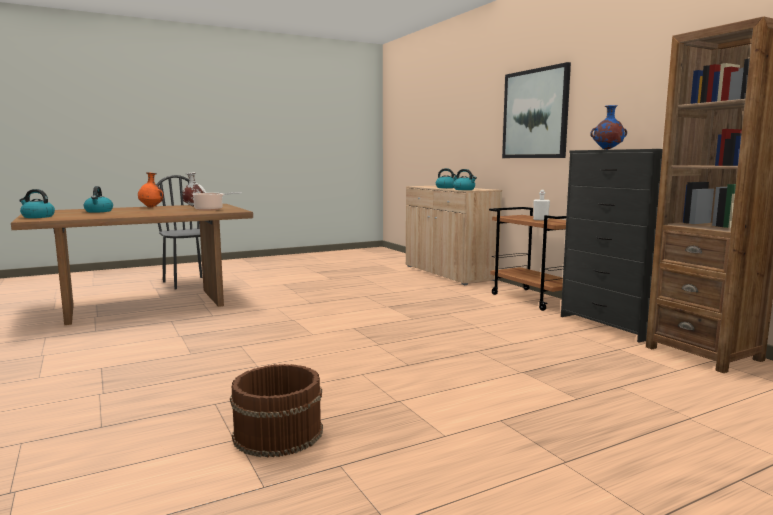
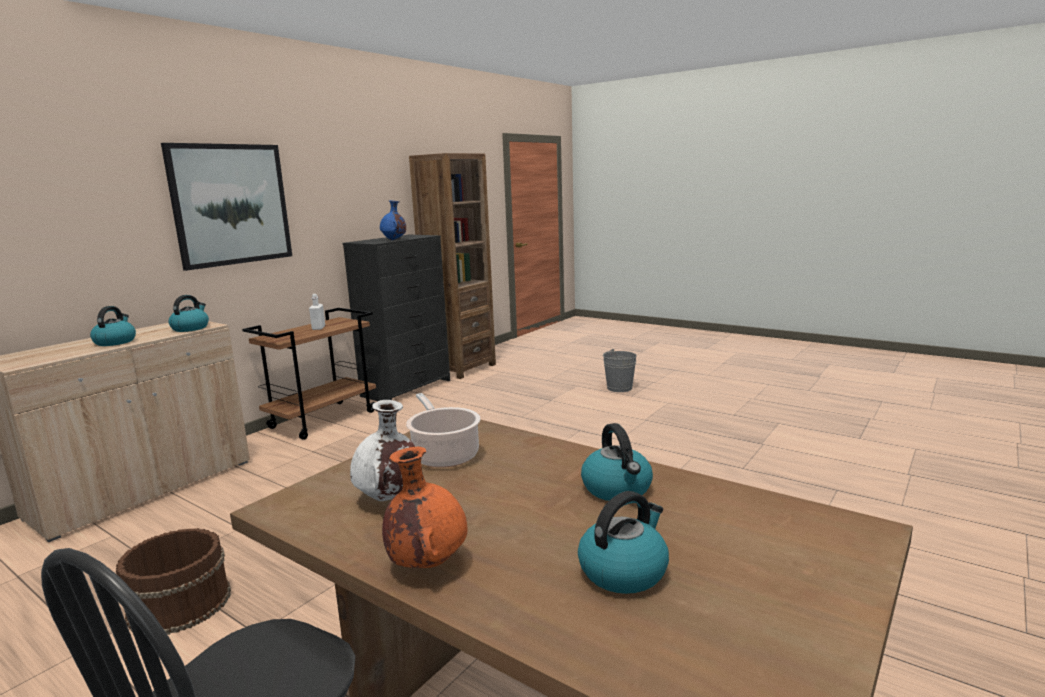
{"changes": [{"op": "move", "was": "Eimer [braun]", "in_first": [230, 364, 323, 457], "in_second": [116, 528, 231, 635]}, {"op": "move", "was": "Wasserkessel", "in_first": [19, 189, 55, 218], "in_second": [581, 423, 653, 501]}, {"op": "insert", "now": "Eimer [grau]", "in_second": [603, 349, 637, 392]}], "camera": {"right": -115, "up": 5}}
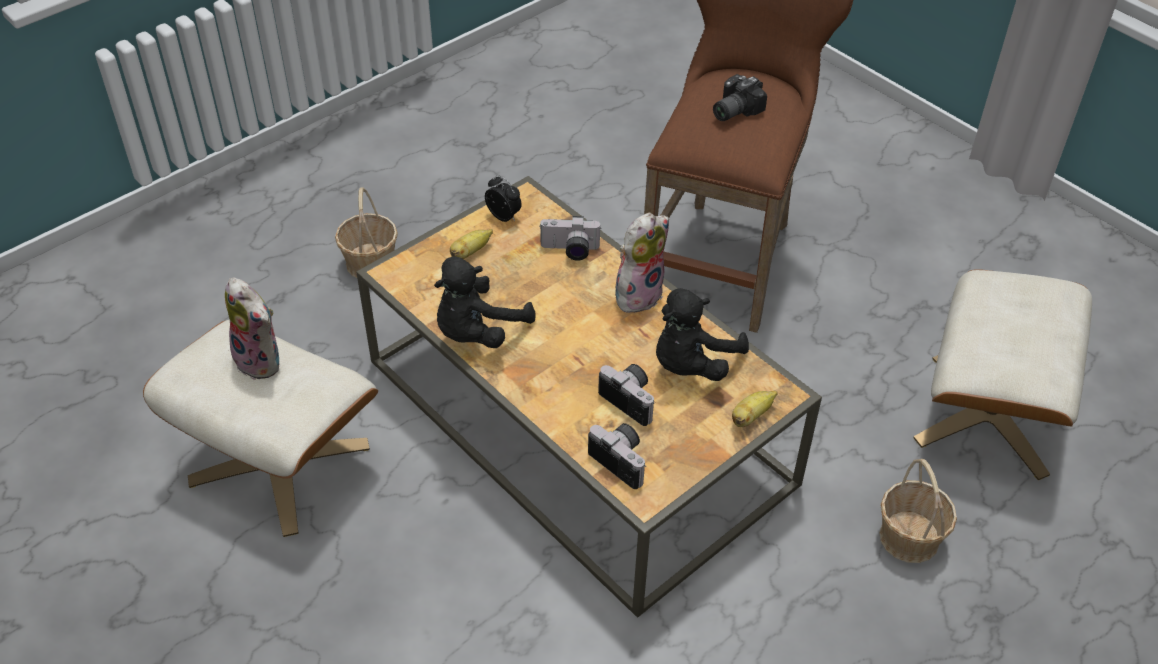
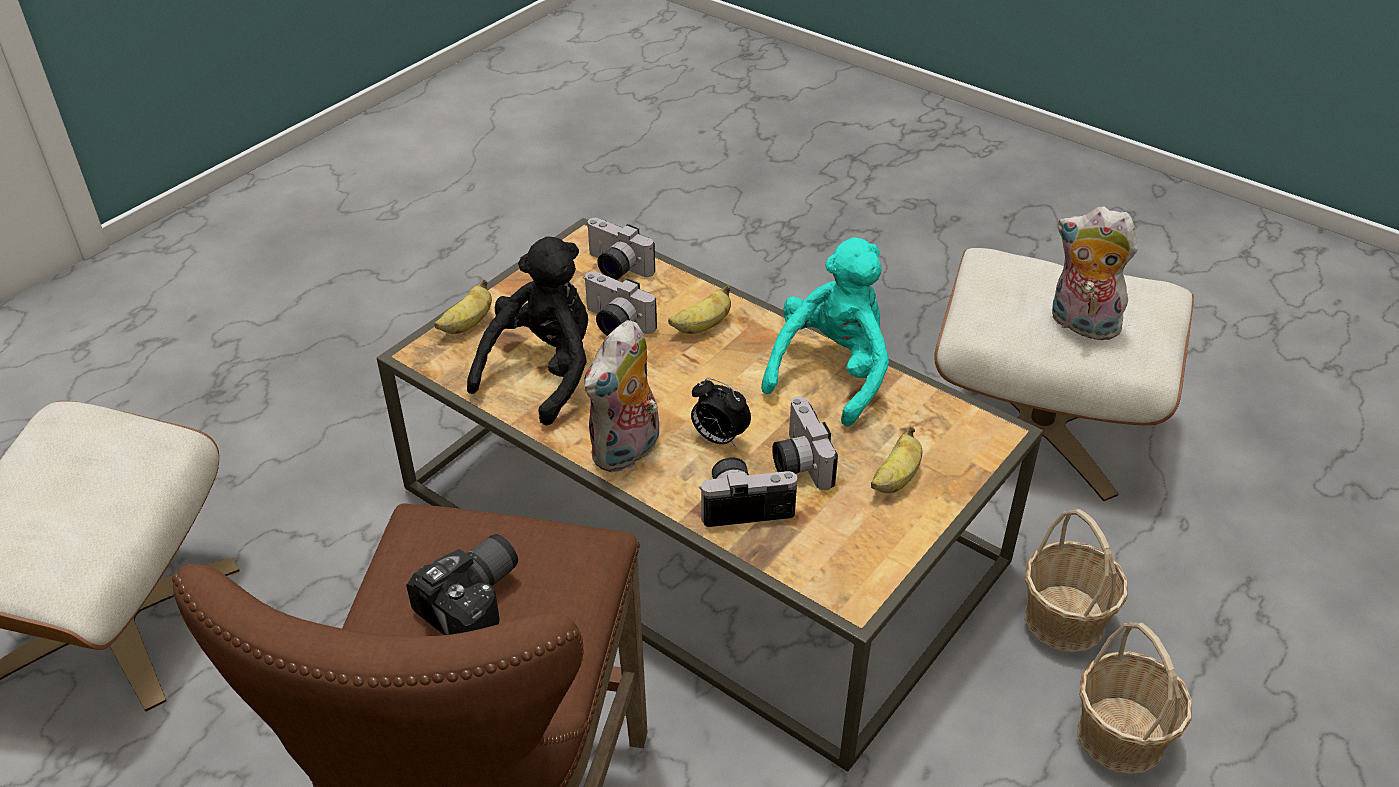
{"changes": [{"op": "insert", "now": "Banane", "in_second": [668, 285, 731, 334]}, {"op": "move", "was": "Wecker", "in_first": [485, 175, 522, 222], "in_second": [691, 378, 751, 447]}, {"op": "recolor", "was": "Plüschtier [schwarz]", "now": "Plüschtier [türkis]", "in_first": [434, 256, 536, 348], "in_second": [761, 237, 889, 427]}, {"op": "insert", "now": "Kamera", "in_second": [772, 396, 838, 490]}, {"op": "move", "was": "Korb", "in_first": [879, 459, 957, 563], "in_second": [1024, 509, 1128, 653]}], "camera": {"right": 170, "up": -5}}
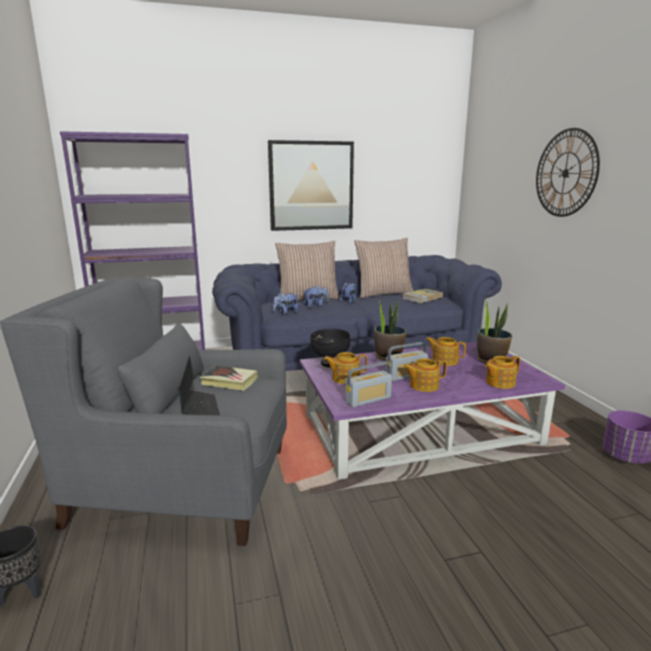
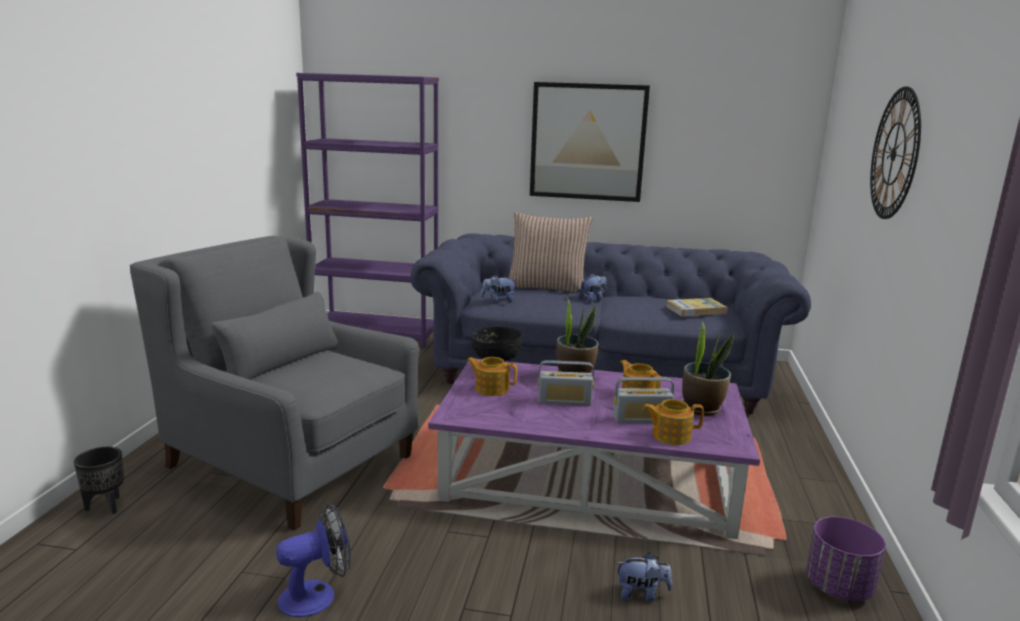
{"changes": [{"op": "insert", "now": "Ventilator", "in_second": [276, 504, 351, 617]}, {"op": "move", "was": "Radio", "in_first": [345, 362, 392, 407], "in_second": [613, 377, 674, 423]}, {"op": "move", "was": "Plüschtier", "in_first": [304, 286, 329, 308], "in_second": [616, 553, 672, 601]}, {"op": "delete", "was": "Laptop", "in_first": [179, 356, 220, 415]}, {"op": "delete", "was": "Buch", "in_first": [200, 365, 258, 391]}, {"op": "delete", "was": "Kissen", "in_first": [354, 238, 413, 298]}, {"op": "delete", "was": "Teekanne", "in_first": [403, 358, 447, 392]}], "camera": {"right": 25, "up": 0}}
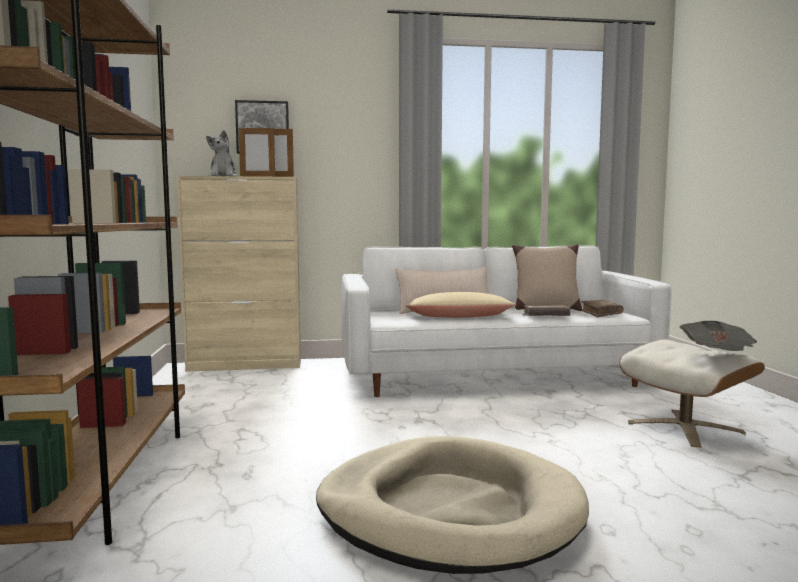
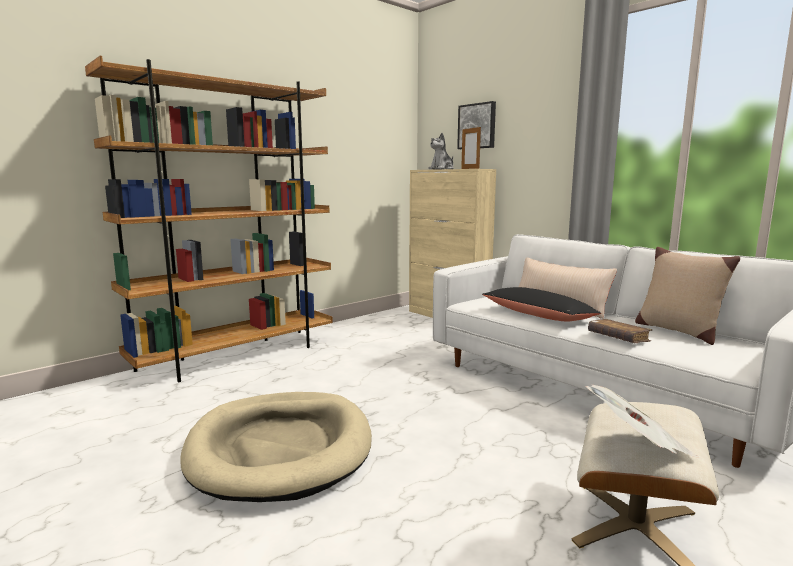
{"changes": [{"op": "recolor", "was": "Kissen [beige]", "now": "Kissen [schwarz]", "in_first": [405, 292, 516, 318], "in_second": [482, 287, 601, 322]}, {"op": "delete", "was": "Bilderrahmen", "in_first": [239, 126, 275, 177]}, {"op": "delete", "was": "Buch [braun]", "in_first": [581, 300, 623, 317]}], "camera": {"right": 55, "up": 5}}
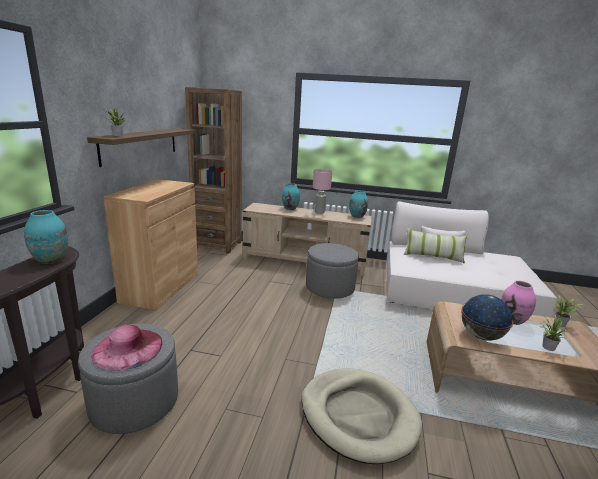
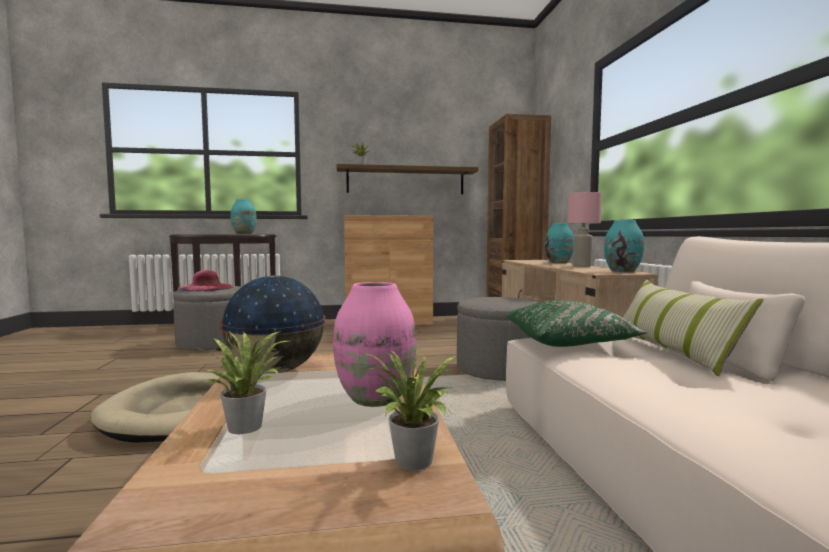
{"changes": [{"op": "insert", "now": "Kissen [grün]", "in_second": [506, 300, 647, 347]}], "camera": {"right": 70, "up": -15}}
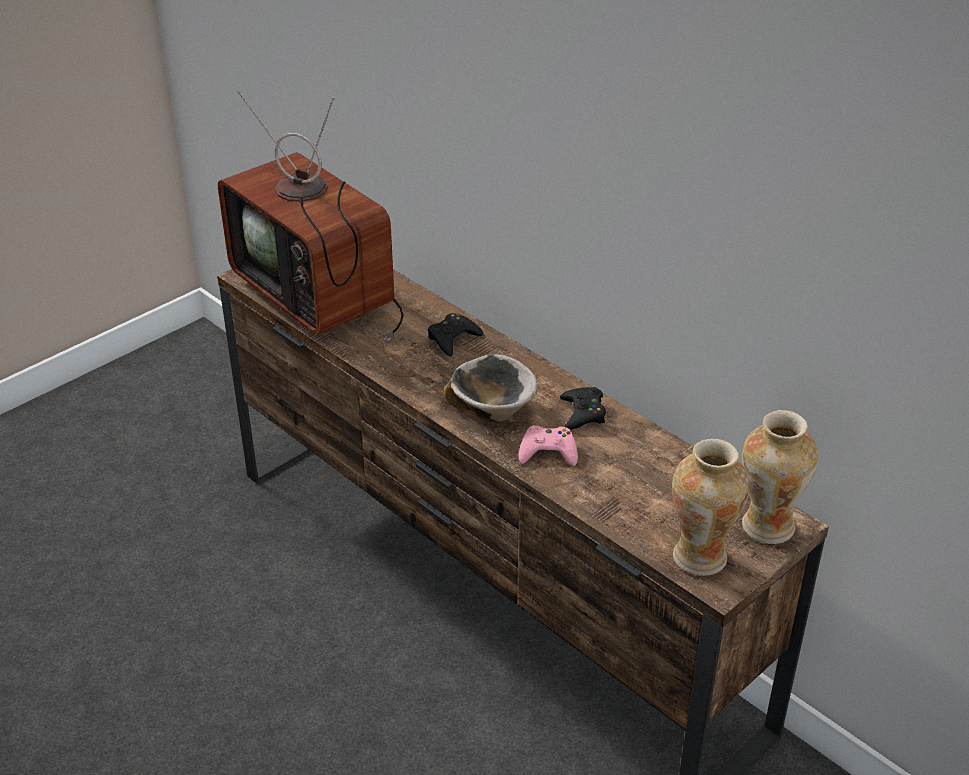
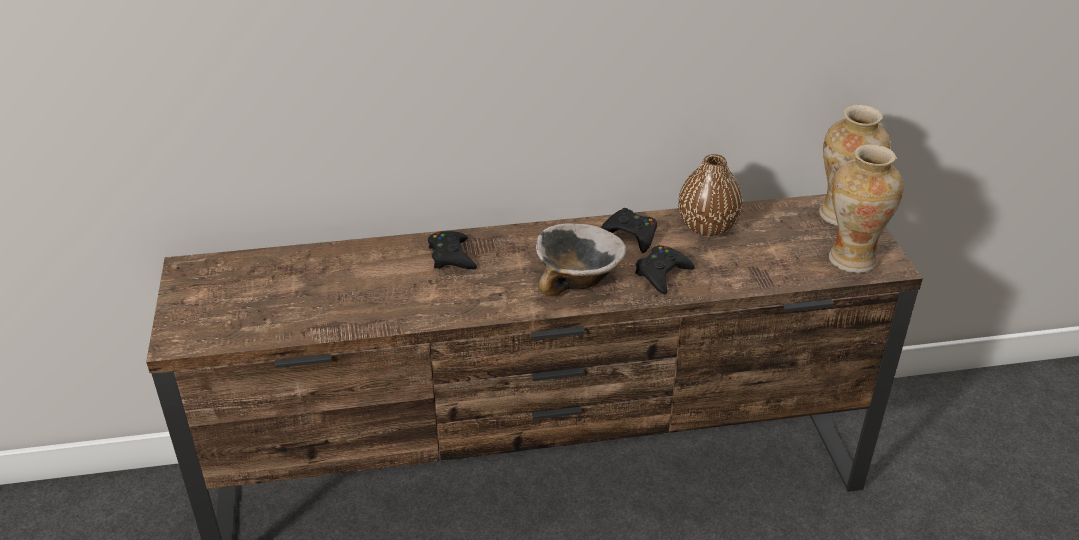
{"changes": [{"op": "recolor", "was": "Gamepad [rosa]", "now": "Gamepad [schwarz]", "in_first": [519, 425, 578, 466], "in_second": [635, 245, 695, 294]}, {"op": "insert", "now": "Vase [braun]", "in_second": [678, 154, 743, 236]}, {"op": "delete", "was": "Fernseher", "in_first": [218, 90, 404, 341]}], "camera": {"right": -55, "up": 0}}
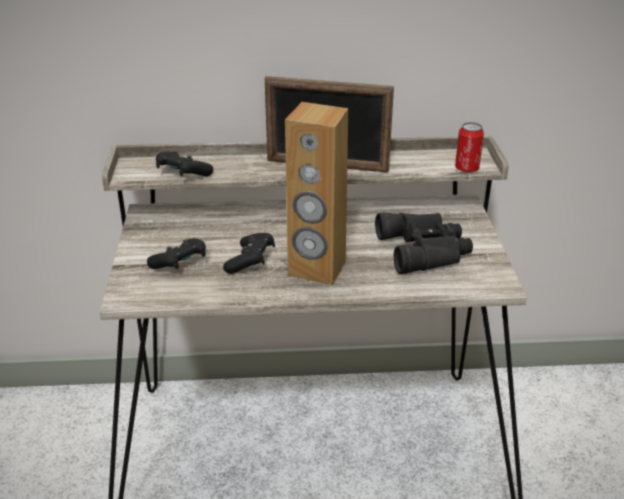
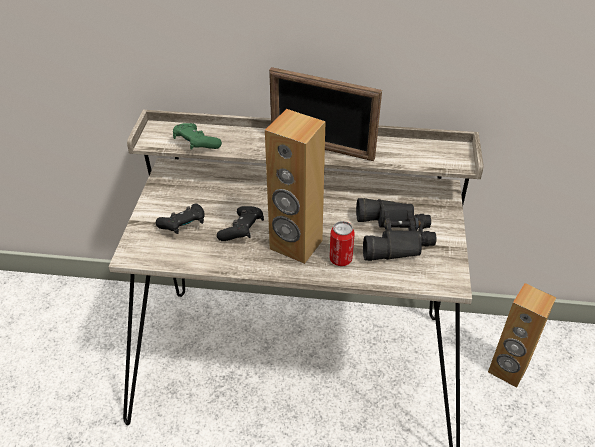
{"changes": [{"op": "recolor", "was": "Gamepad [schwarz]", "now": "Gamepad [grün]", "in_first": [156, 151, 213, 176], "in_second": [173, 123, 222, 150]}, {"op": "move", "was": "Dose", "in_first": [455, 122, 484, 173], "in_second": [329, 221, 355, 266]}, {"op": "insert", "now": "Lautsprecher [braun]", "in_second": [488, 283, 556, 388]}], "camera": {"right": 10, "up": 10}}
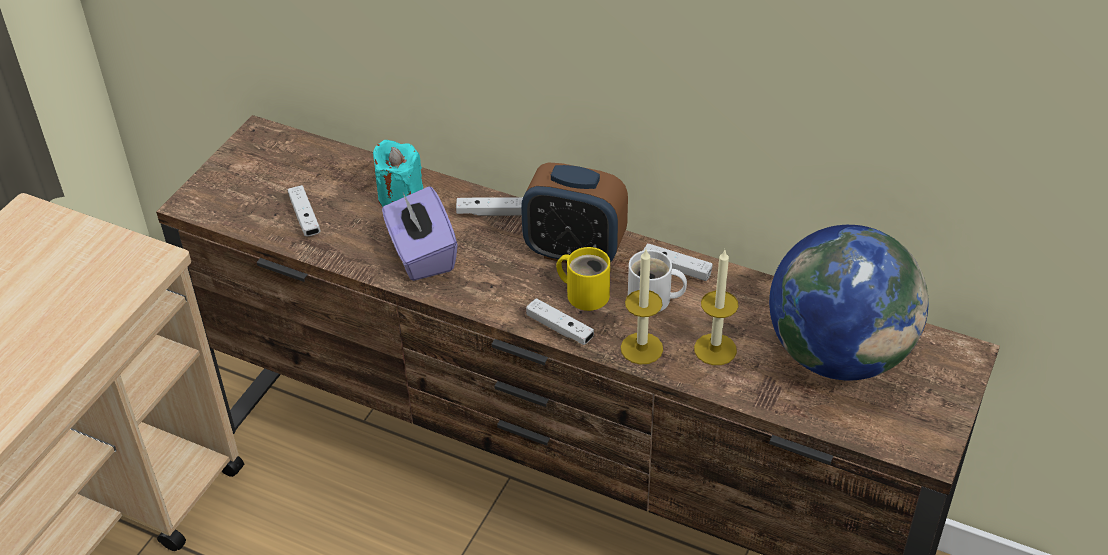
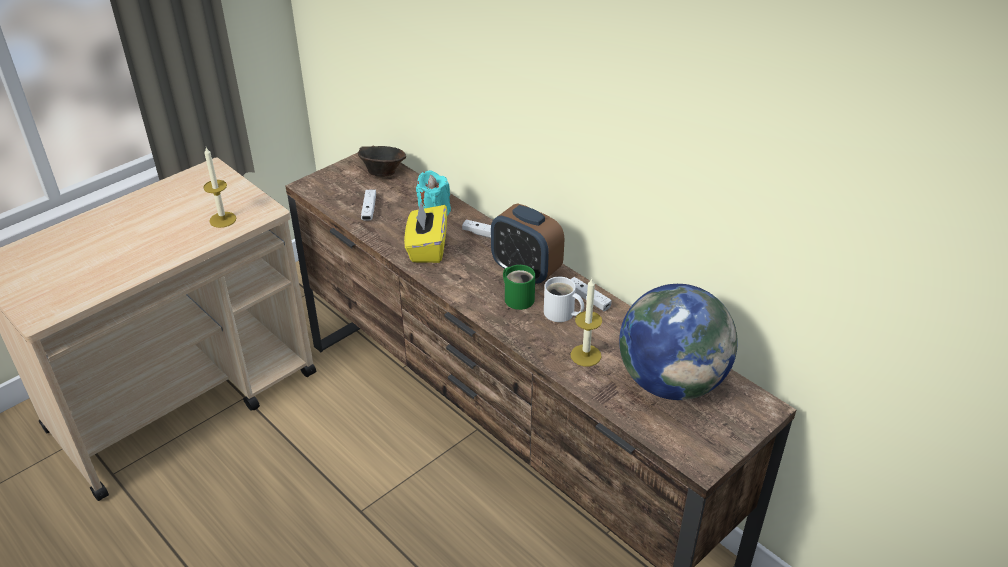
{"changes": [{"op": "move", "was": "Kerze", "in_first": [621, 249, 663, 365], "in_second": [203, 147, 236, 228]}, {"op": "insert", "now": "Schüssel [braun]", "in_second": [358, 146, 406, 176]}, {"op": "recolor", "was": "Taschentuchbox [lila]", "now": "Taschentuchbox [gelb]", "in_first": [382, 186, 457, 281], "in_second": [404, 203, 447, 263]}, {"op": "recolor", "was": "Henkelbecher [gelb]", "now": "Henkelbecher [grün]", "in_first": [556, 247, 610, 311], "in_second": [503, 265, 535, 310]}, {"op": "delete", "was": "Gamepad [weiß]", "in_first": [526, 298, 594, 345]}], "camera": {"right": 20, "up": -5}}
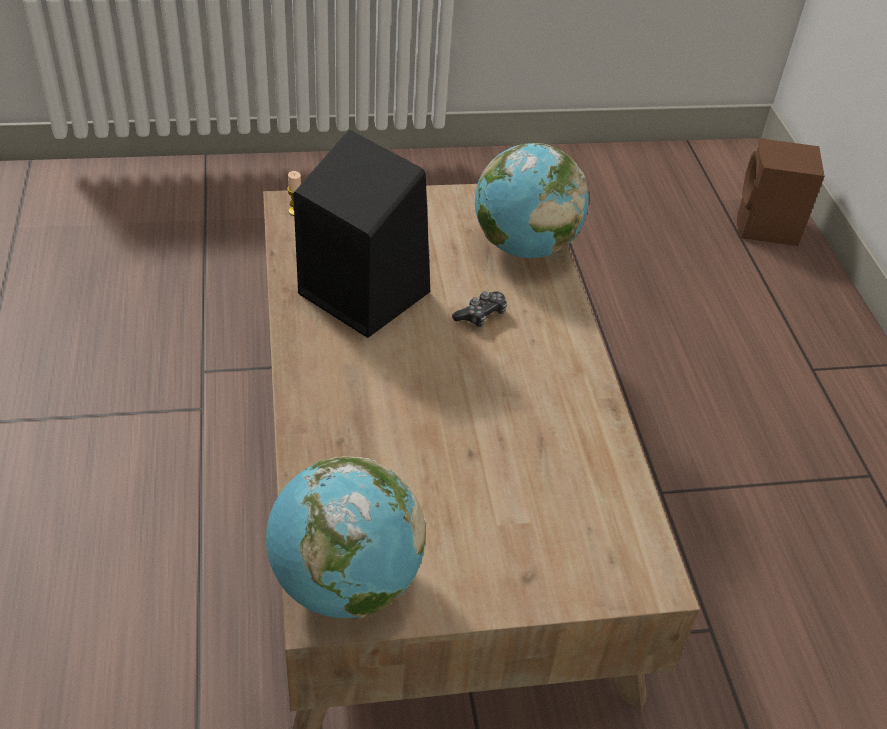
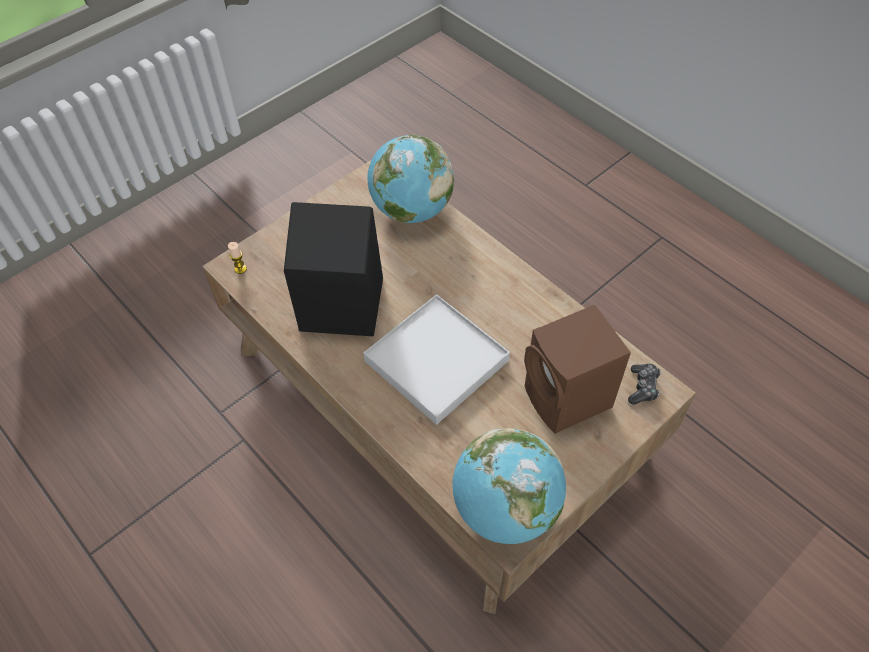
{"changes": [{"op": "insert", "now": "Tablett [weiß]", "in_second": [363, 294, 510, 425]}, {"op": "move", "was": "Lautsprecher [braun]", "in_first": [737, 138, 825, 246], "in_second": [524, 305, 631, 434]}, {"op": "move", "was": "Gamepad", "in_first": [452, 291, 507, 327], "in_second": [628, 364, 661, 405]}], "camera": {"right": -30, "up": 10}}
